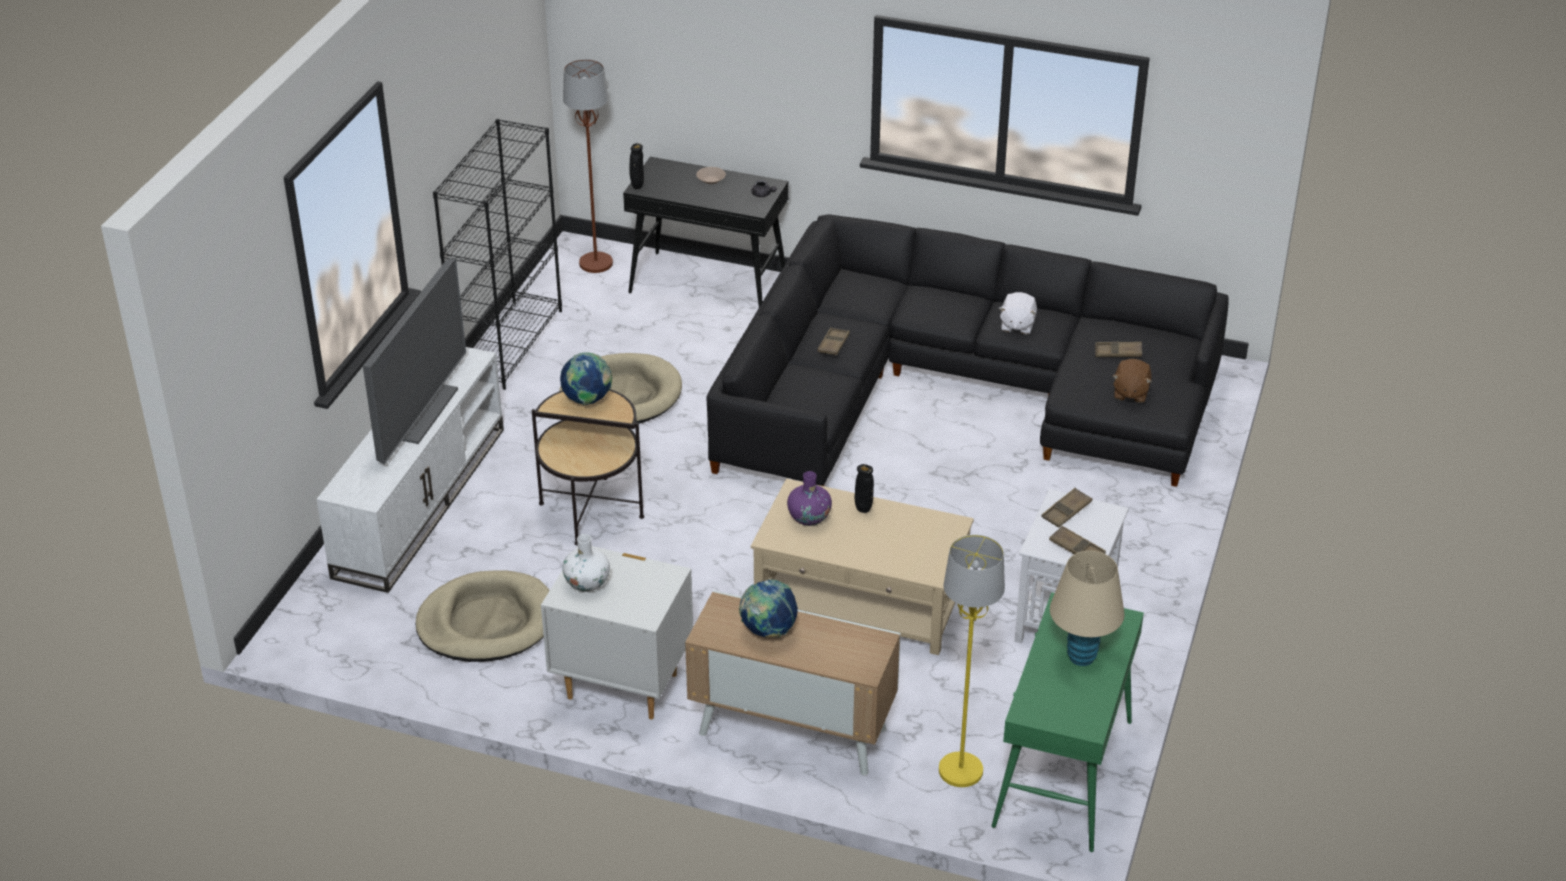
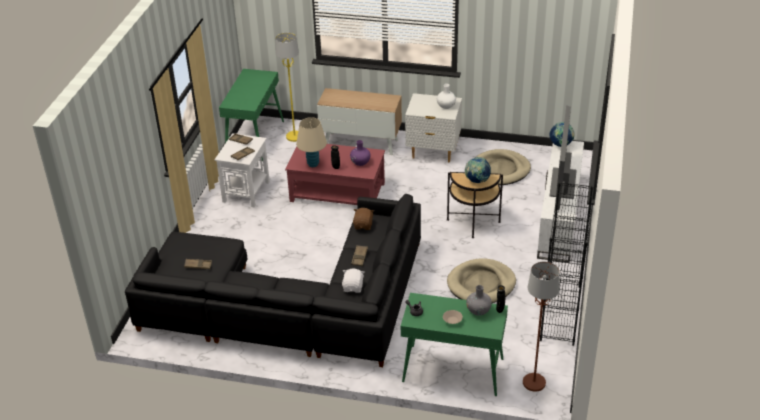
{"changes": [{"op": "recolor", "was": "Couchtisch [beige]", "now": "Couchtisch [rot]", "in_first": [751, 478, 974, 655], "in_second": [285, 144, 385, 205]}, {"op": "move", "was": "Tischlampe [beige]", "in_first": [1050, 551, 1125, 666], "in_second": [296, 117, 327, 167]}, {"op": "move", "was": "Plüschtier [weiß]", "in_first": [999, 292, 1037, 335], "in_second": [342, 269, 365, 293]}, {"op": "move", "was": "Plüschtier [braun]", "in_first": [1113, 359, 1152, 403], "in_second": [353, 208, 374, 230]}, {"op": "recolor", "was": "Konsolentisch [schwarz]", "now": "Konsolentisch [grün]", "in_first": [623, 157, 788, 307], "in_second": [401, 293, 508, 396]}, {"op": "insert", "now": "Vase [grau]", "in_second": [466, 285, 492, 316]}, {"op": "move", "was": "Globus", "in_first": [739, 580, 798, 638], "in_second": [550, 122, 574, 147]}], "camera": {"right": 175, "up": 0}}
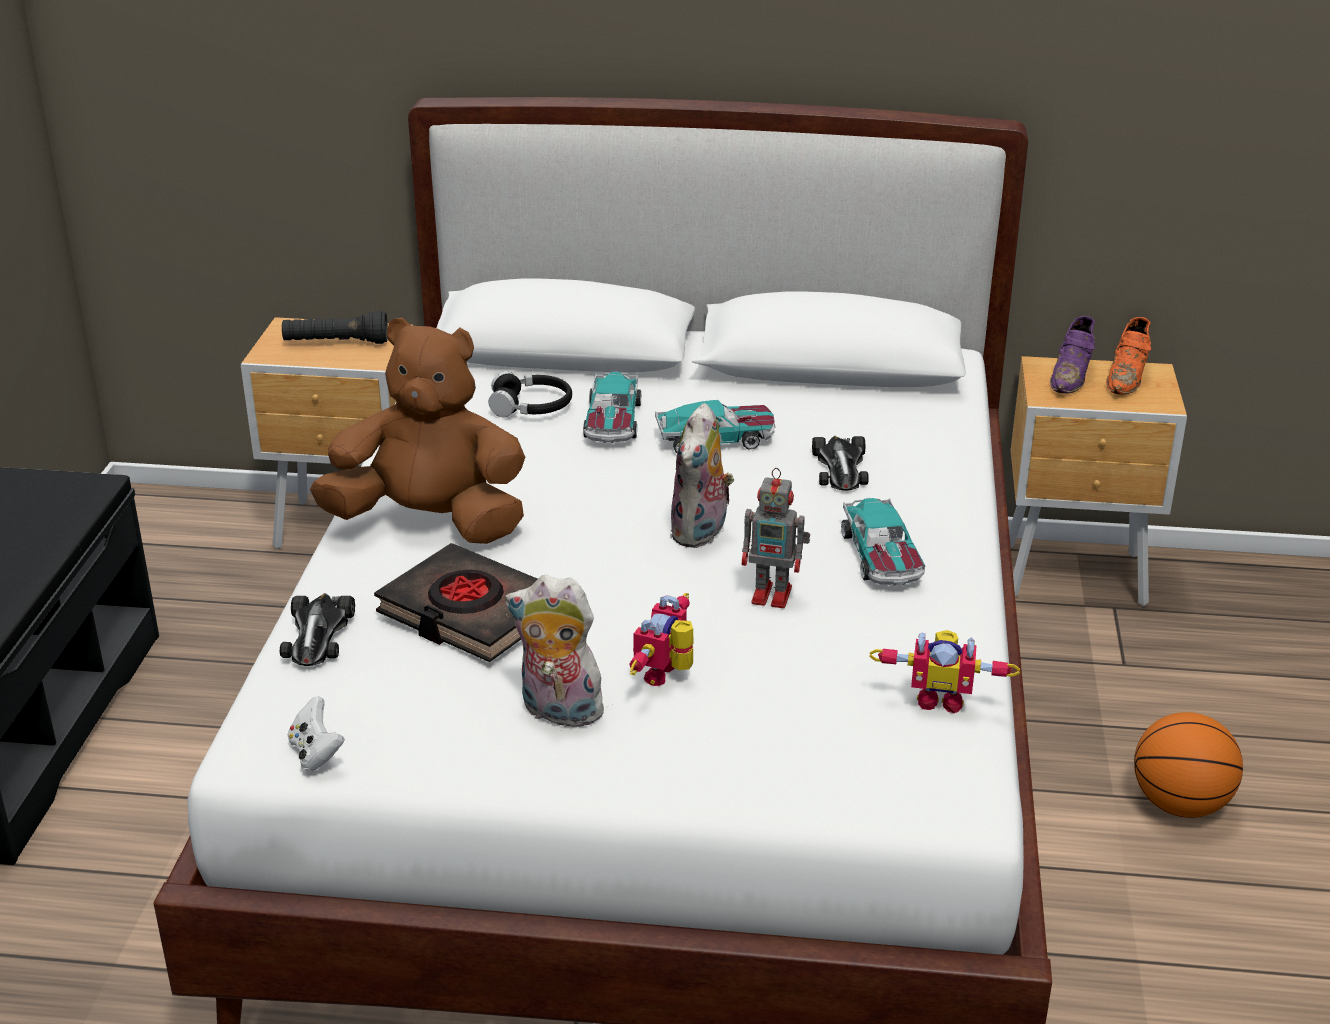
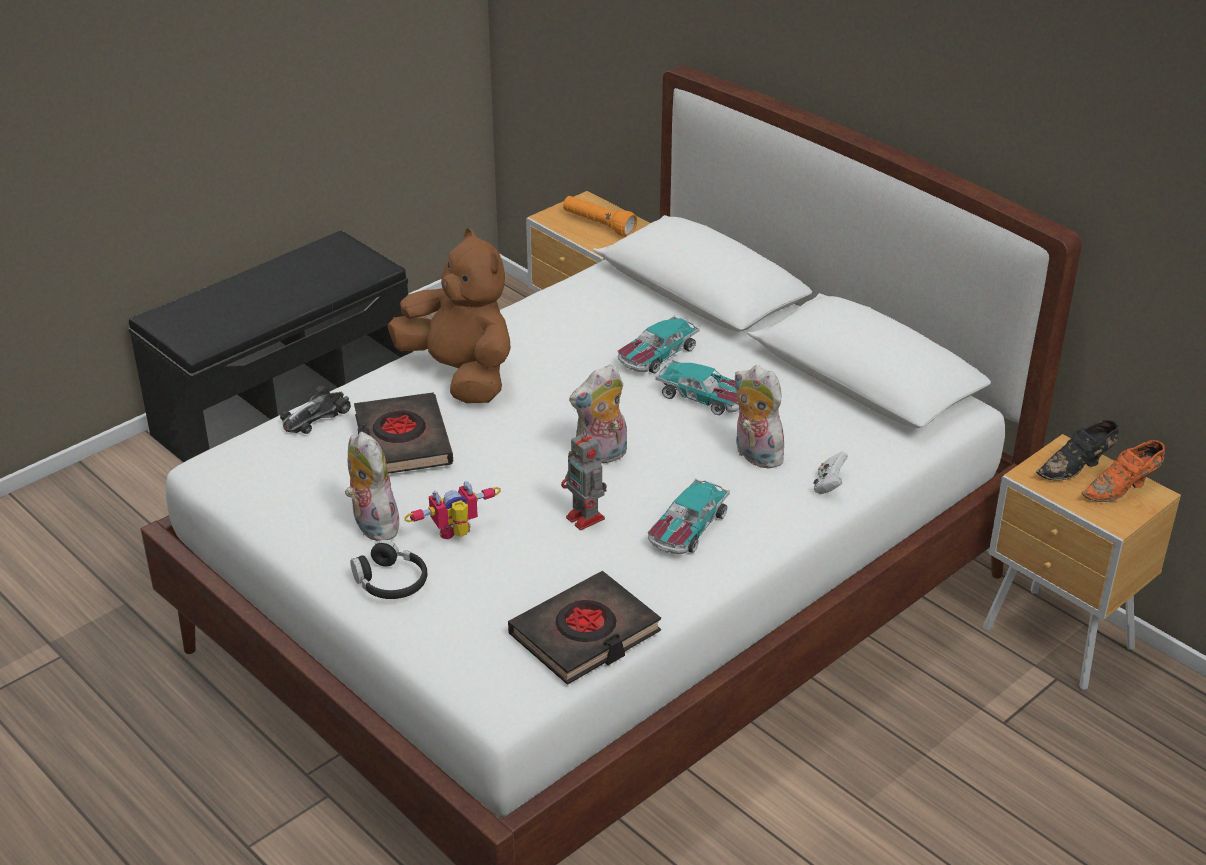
{"changes": [{"op": "move", "was": "Kopfhörer [schwarz]", "in_first": [489, 371, 572, 417], "in_second": [350, 539, 427, 599]}, {"op": "replace", "was": "Spielzeugroboter", "now": "Buch [schwarz]", "in_first": [869, 630, 1020, 713], "in_second": [508, 571, 661, 685]}, {"op": "recolor", "was": "Taschenlampe [schwarz]", "now": "Taschenlampe [orange]", "in_first": [282, 311, 388, 344], "in_second": [563, 196, 637, 237]}, {"op": "replace", "was": "Spielzeugauto", "now": "Plüschtier", "in_first": [812, 436, 869, 491], "in_second": [734, 365, 784, 469]}, {"op": "move", "was": "Gamepad [weiß]", "in_first": [288, 696, 345, 771], "in_second": [813, 452, 848, 494]}, {"op": "recolor", "was": "Schuh [lila]", "now": "Schuh [schwarz]", "in_first": [1050, 316, 1095, 393], "in_second": [1036, 420, 1118, 481]}, {"op": "delete", "was": "Basketball", "in_first": [1134, 712, 1243, 818]}], "camera": {"right": 40, "up": 5}}
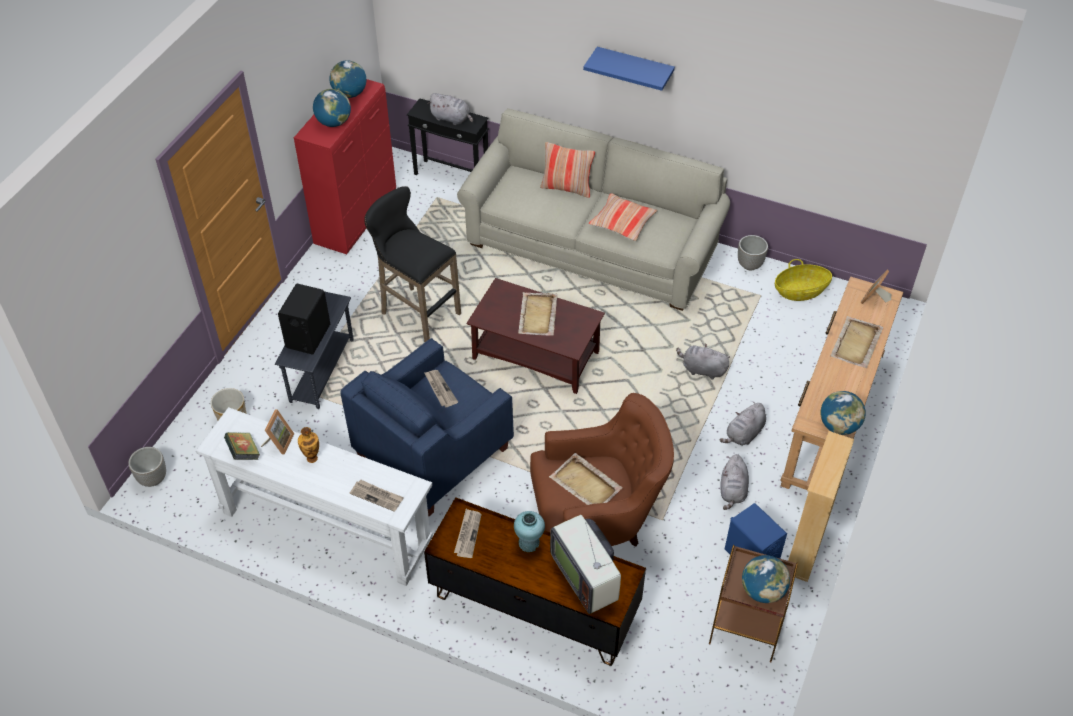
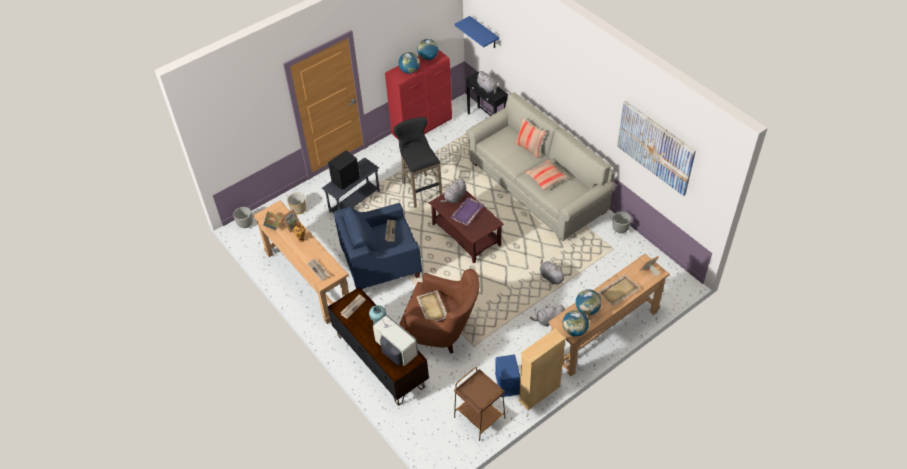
{"changes": [{"op": "recolor", "was": "Konsolentisch [weiß]", "now": "Konsolentisch [braun]", "in_first": [196, 407, 433, 586], "in_second": [253, 200, 349, 324]}, {"op": "rotate", "was": "Fernseher", "in_first": [550, 515, 621, 614], "in_second": [373, 315, 418, 366], "clockwise": 135}, {"op": "move", "was": "Plüschtier [grau]", "in_first": [721, 454, 749, 510], "in_second": [440, 178, 466, 203]}, {"op": "recolor", "was": "Tablett [beige]", "now": "Tablett [lila]", "in_first": [518, 292, 558, 336], "in_second": [450, 197, 485, 226]}, {"op": "move", "was": "Wandregal [blau]", "in_first": [583, 47, 675, 91], "in_second": [454, 16, 499, 48]}, {"op": "move", "was": "Globus", "in_first": [742, 555, 790, 603], "in_second": [576, 289, 602, 315]}, {"op": "insert", "now": "Bild", "in_second": [617, 101, 696, 196]}, {"op": "delete", "was": "Korb", "in_first": [775, 259, 832, 301]}], "camera": {"right": 30, "up": 0}}
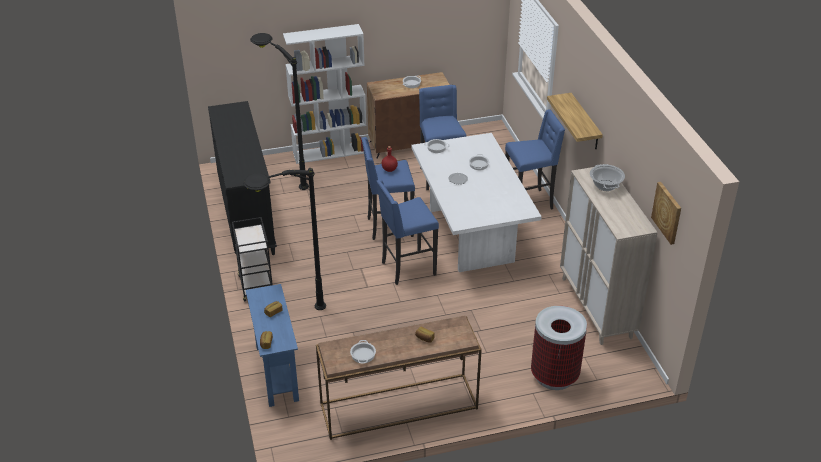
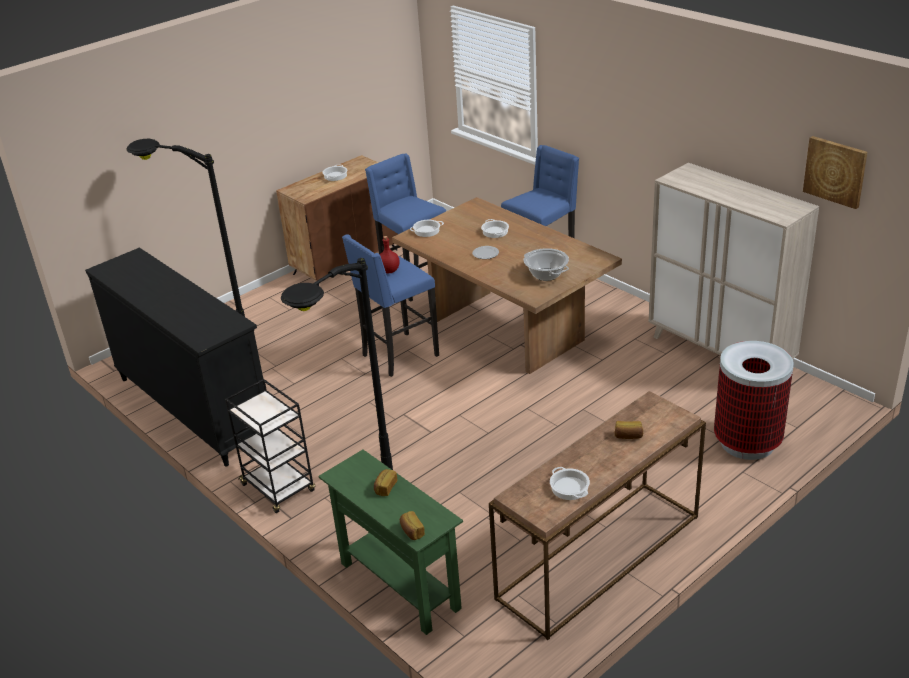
{"changes": [{"op": "recolor", "was": "Konsolentisch [blau]", "now": "Konsolentisch [grün]", "in_first": [246, 284, 299, 407], "in_second": [319, 450, 463, 635]}, {"op": "recolor", "was": "Esstisch [weiß]", "now": "Esstisch [braun]", "in_first": [412, 133, 542, 272], "in_second": [392, 197, 622, 374]}, {"op": "move", "was": "Kochtopf", "in_first": [590, 164, 625, 191], "in_second": [524, 248, 569, 281]}, {"op": "delete", "was": "Bücherregal [weiß]", "in_first": [283, 24, 366, 164]}, {"op": "delete", "was": "Hocker [blau]", "in_first": [376, 180, 439, 285]}, {"op": "delete", "was": "Wandregal", "in_first": [547, 93, 603, 150]}], "camera": {"right": -25, "up": -5}}
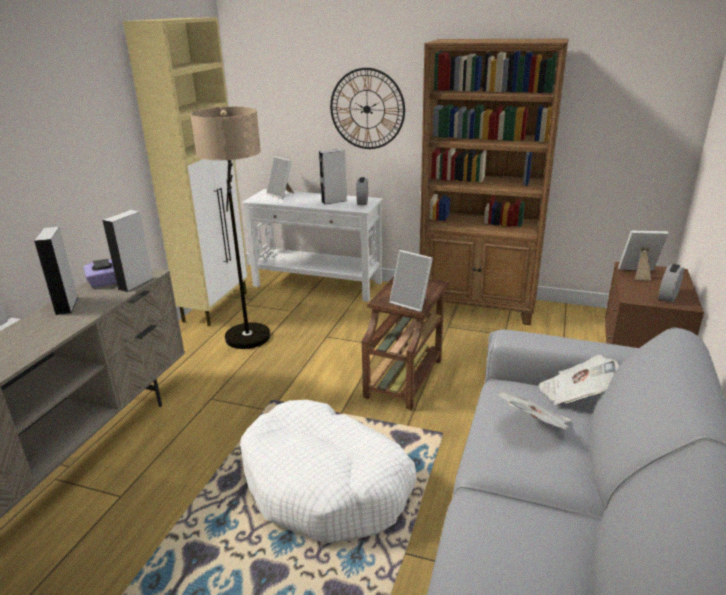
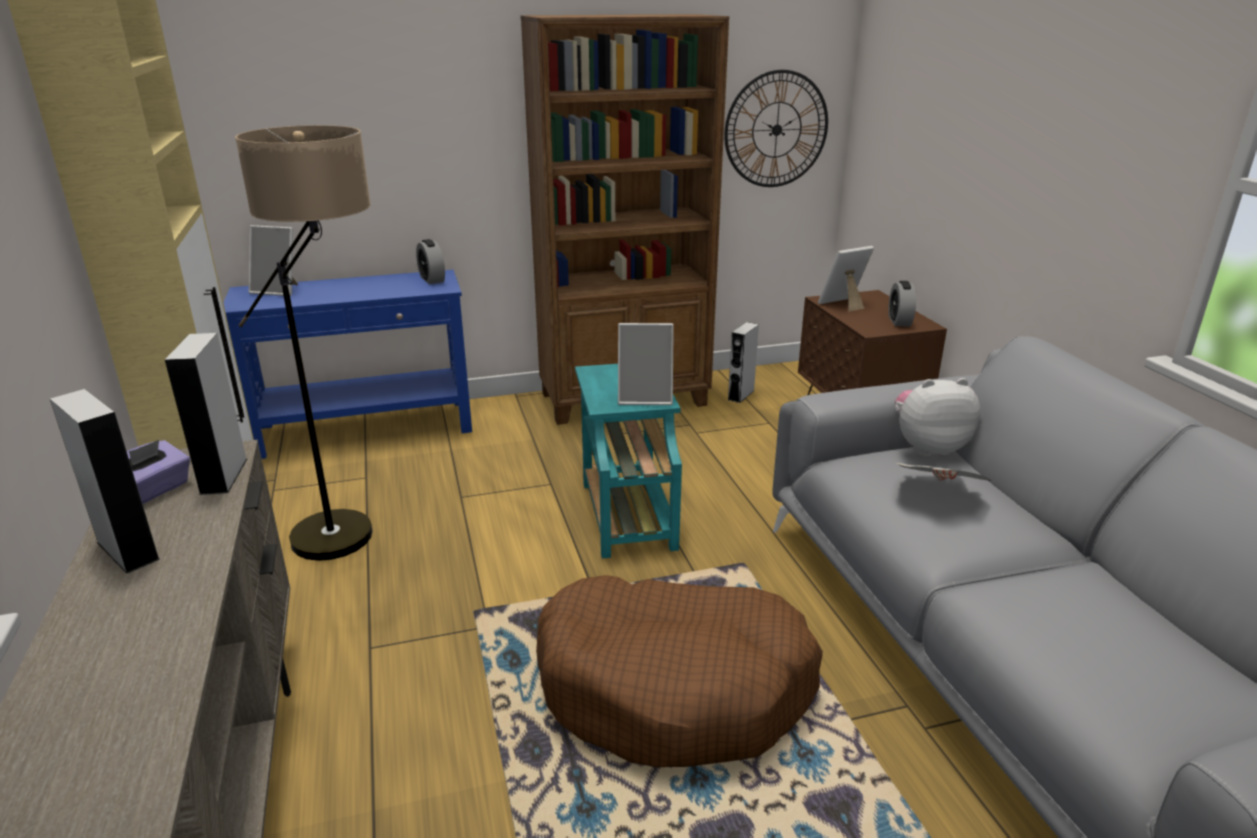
{"changes": [{"op": "recolor", "was": "Konsolentisch [weiß]", "now": "Konsolentisch [blau]", "in_first": [242, 189, 383, 302], "in_second": [223, 270, 472, 459]}, {"op": "recolor", "was": "Hundebett [weiß]", "now": "Hundebett [braun]", "in_first": [240, 400, 416, 543], "in_second": [536, 575, 823, 767]}, {"op": "recolor", "was": "Beistelltisch [braun]", "now": "Beistelltisch [türkis]", "in_first": [362, 277, 449, 410], "in_second": [575, 364, 682, 558]}, {"op": "move", "was": "Wanduhr", "in_first": [330, 68, 405, 149], "in_second": [724, 70, 828, 187]}, {"op": "move", "was": "Lautsprecher [grau]", "in_first": [319, 149, 347, 204], "in_second": [728, 322, 759, 403]}, {"op": "replace", "was": "Zeitung", "now": "Plüschtier", "in_first": [538, 355, 619, 405], "in_second": [895, 378, 981, 457]}], "camera": {"right": -35, "up": 0}}
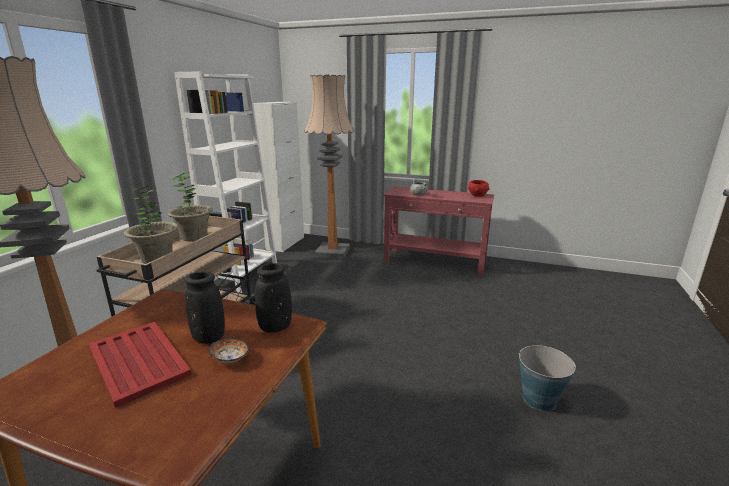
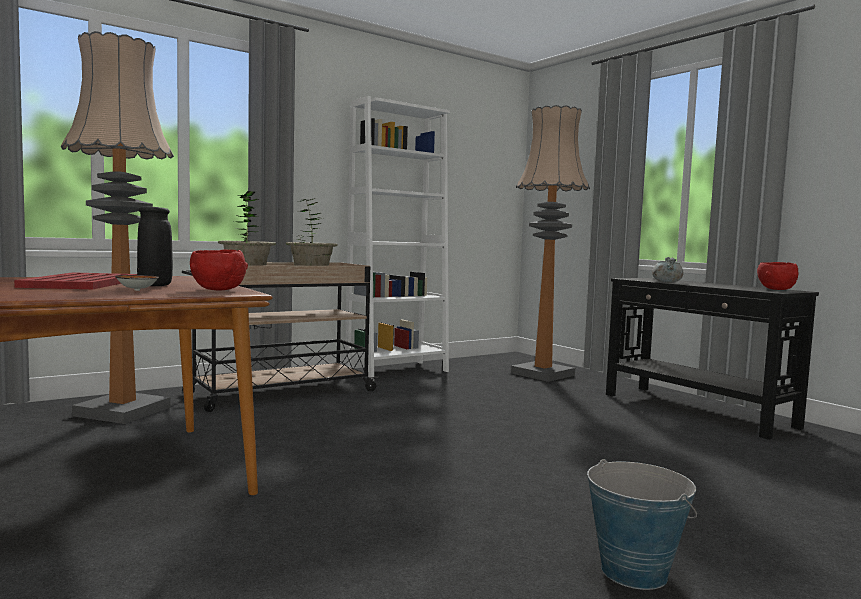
{"changes": [{"op": "replace", "was": "Vase [schwarz]", "now": "Schüssel [rot]", "in_first": [255, 263, 292, 333], "in_second": [190, 249, 248, 290]}, {"op": "recolor", "was": "Konsolentisch [rot]", "now": "Konsolentisch [schwarz]", "in_first": [384, 187, 494, 276], "in_second": [606, 278, 819, 440]}, {"op": "delete", "was": "Schrank [weiß]", "in_first": [253, 102, 304, 252]}], "camera": {"right": 35, "up": -15}}
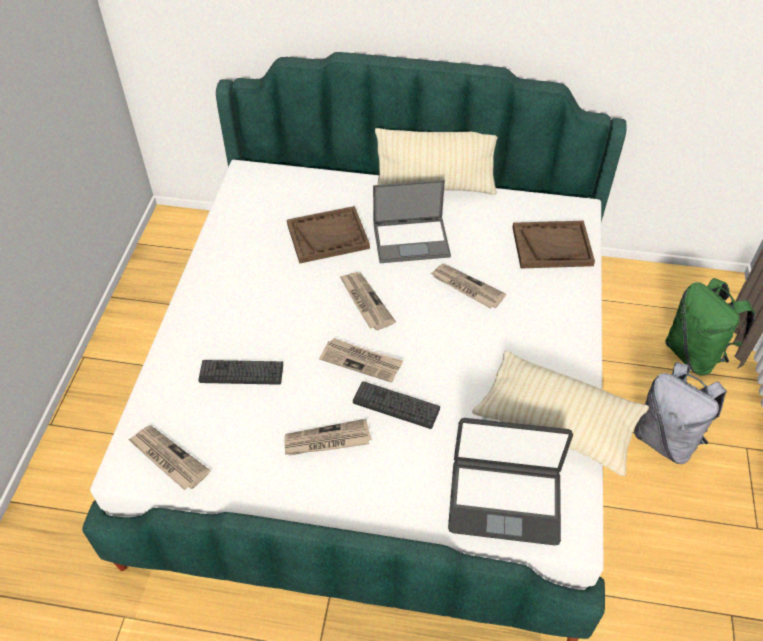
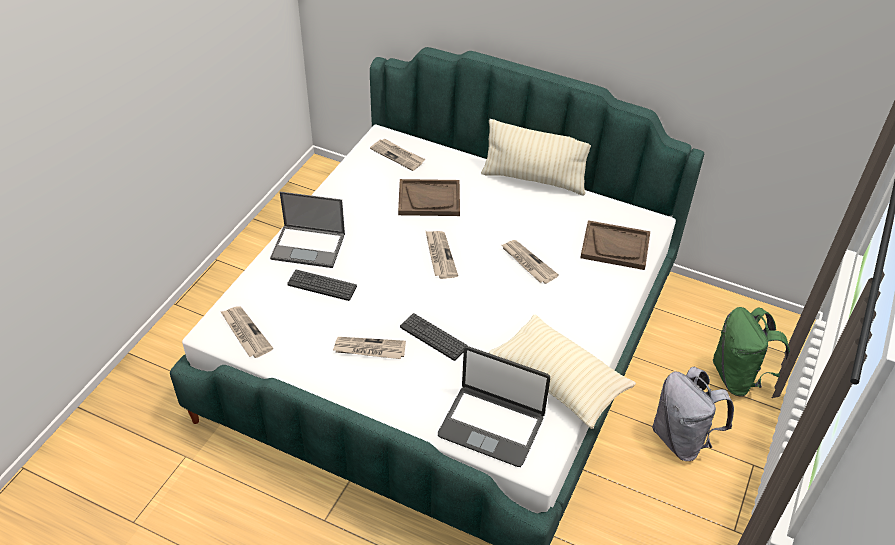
{"changes": [{"op": "move", "was": "Laptop", "in_first": [373, 180, 451, 263], "in_second": [270, 192, 345, 268]}, {"op": "move", "was": "Zeitung", "in_first": [319, 338, 403, 383], "in_second": [370, 139, 425, 171]}], "camera": {"right": 15, "up": -5}}
